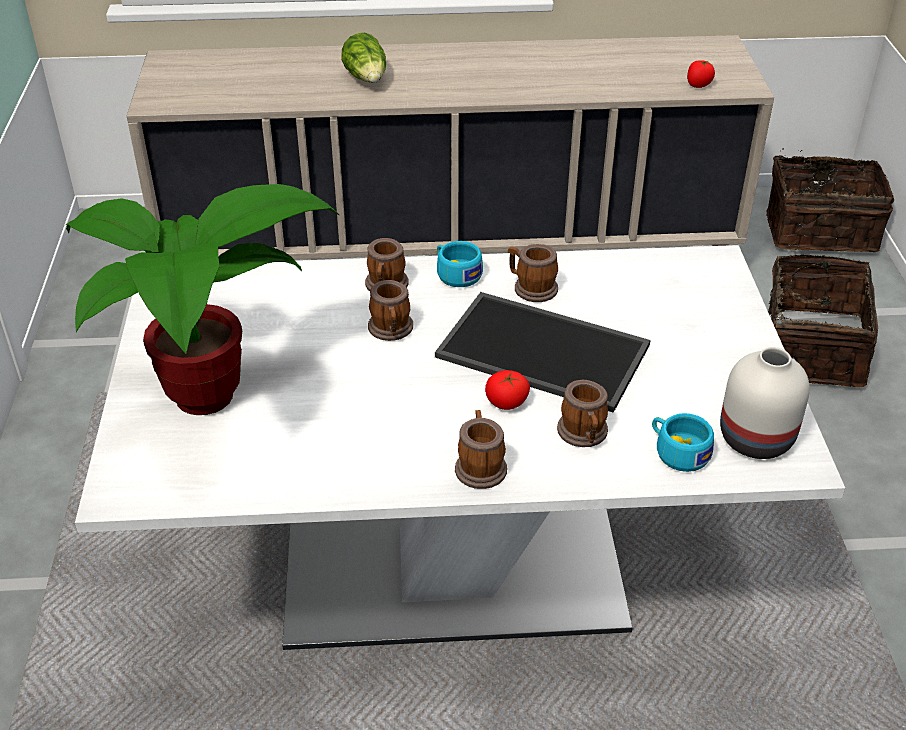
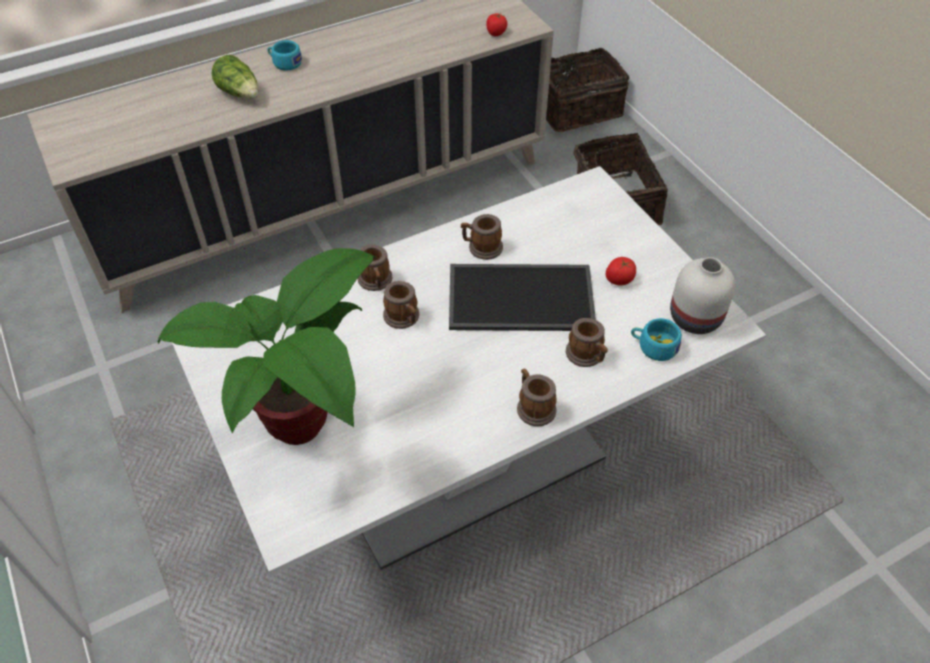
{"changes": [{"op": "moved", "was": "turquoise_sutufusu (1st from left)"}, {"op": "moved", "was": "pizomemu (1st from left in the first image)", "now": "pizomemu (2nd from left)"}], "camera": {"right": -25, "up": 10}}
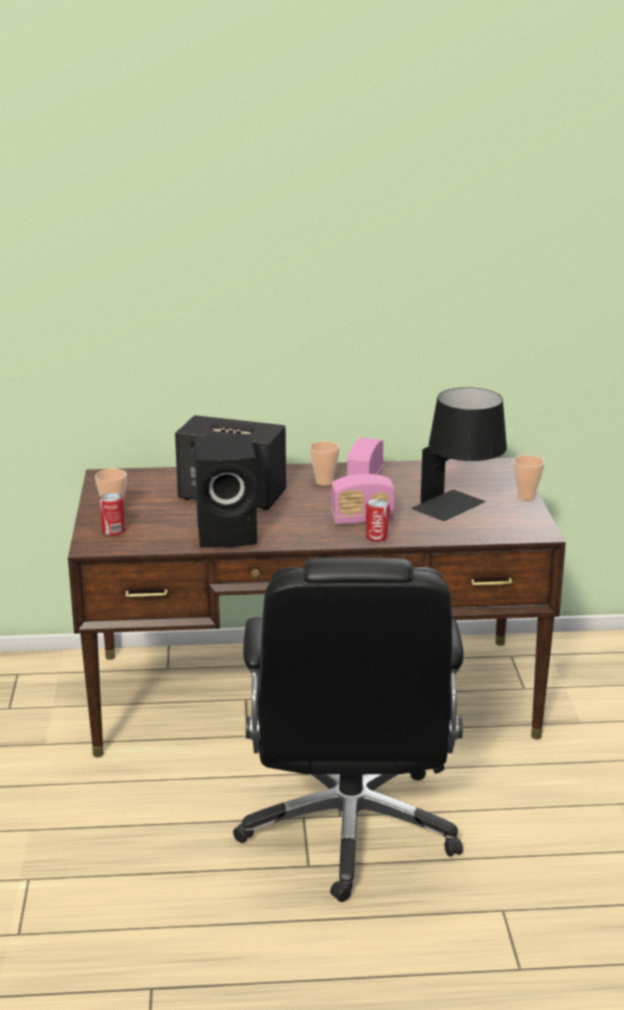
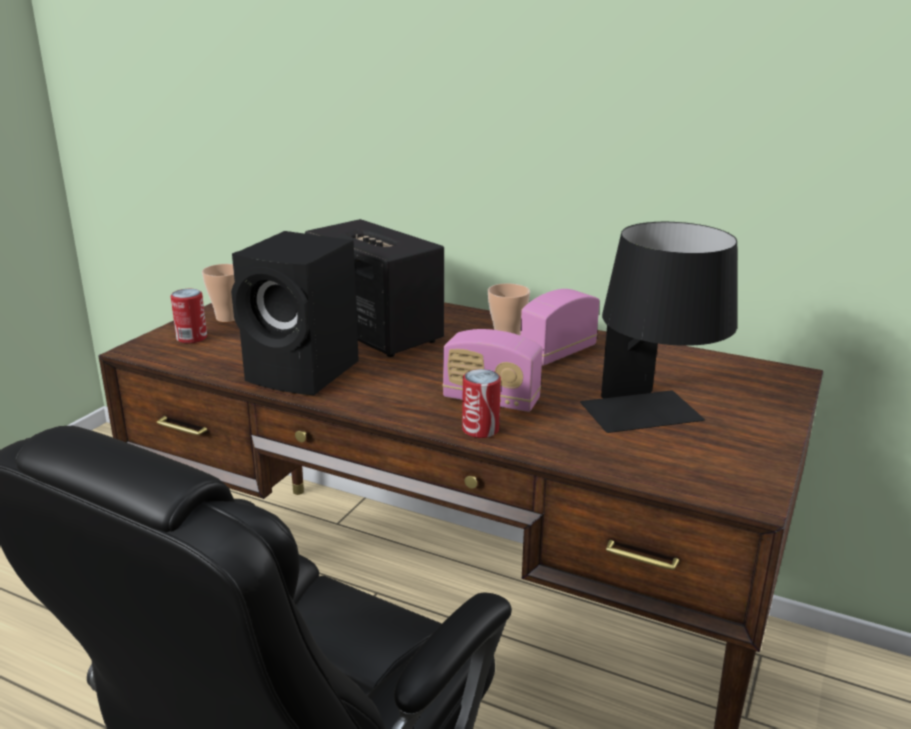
{"changes": [{"op": "removed", "was": "sutufusu (3rd from left)"}], "camera": {"right": 30, "up": 0}}
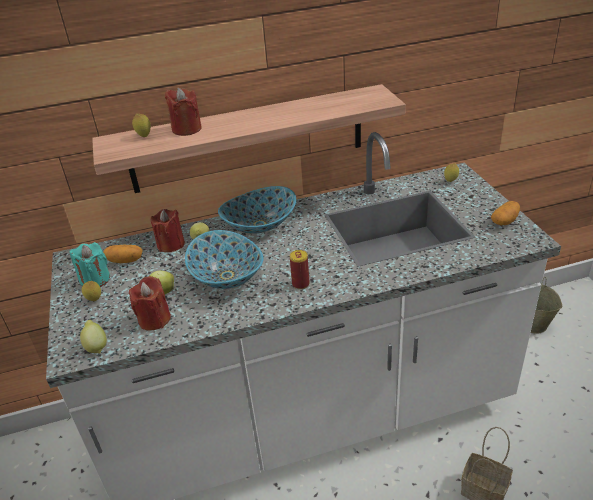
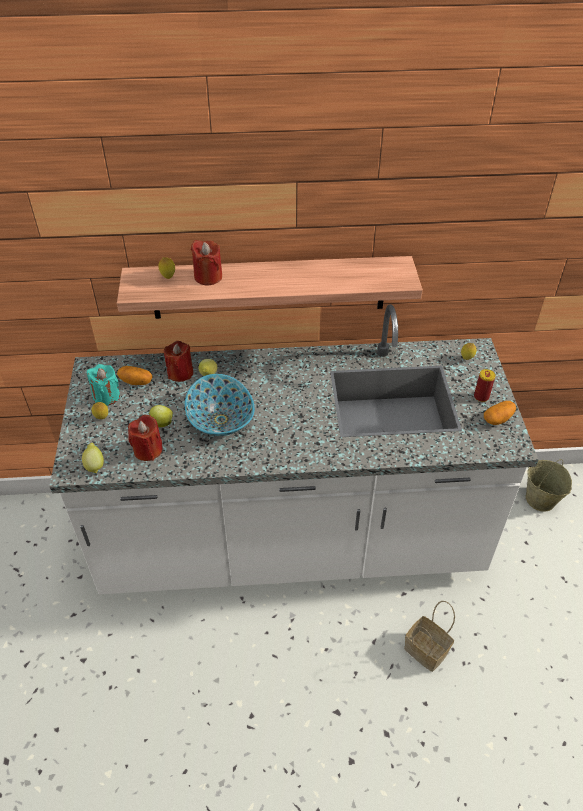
{"changes": [{"op": "moved", "was": "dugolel"}, {"op": "removed", "was": "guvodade (2nd from left)"}], "camera": {"right": 10, "up": 10}}
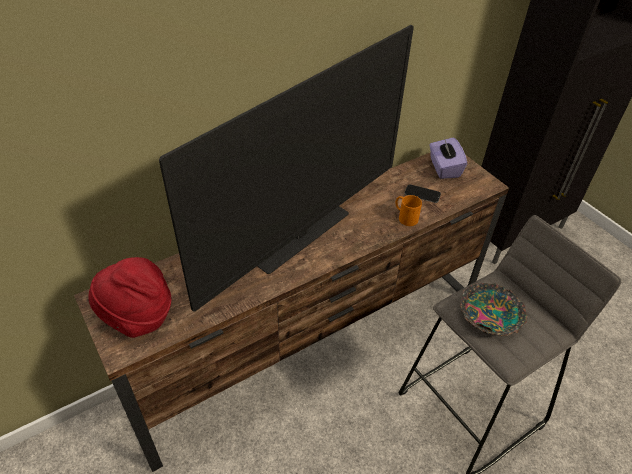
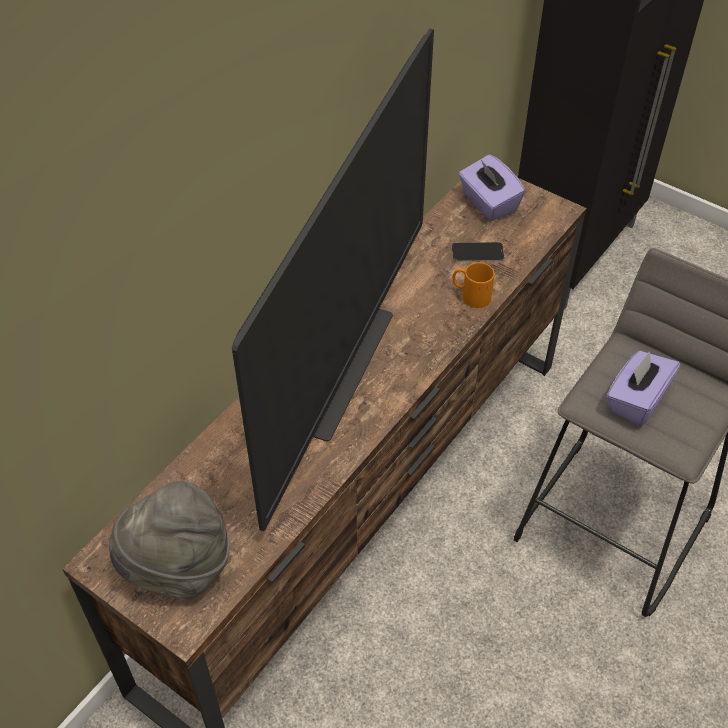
{"changes": [{"op": "recoloured", "was": "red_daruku", "now": "grey_daruku"}, {"op": "replaced", "was": "guvodade", "now": "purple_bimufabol (2nd from left)"}], "camera": {"right": -20, "up": 5}}
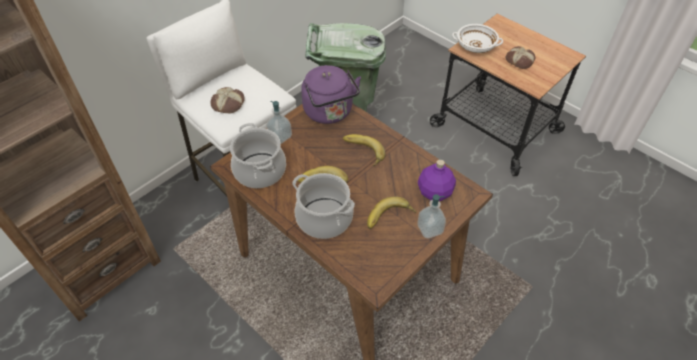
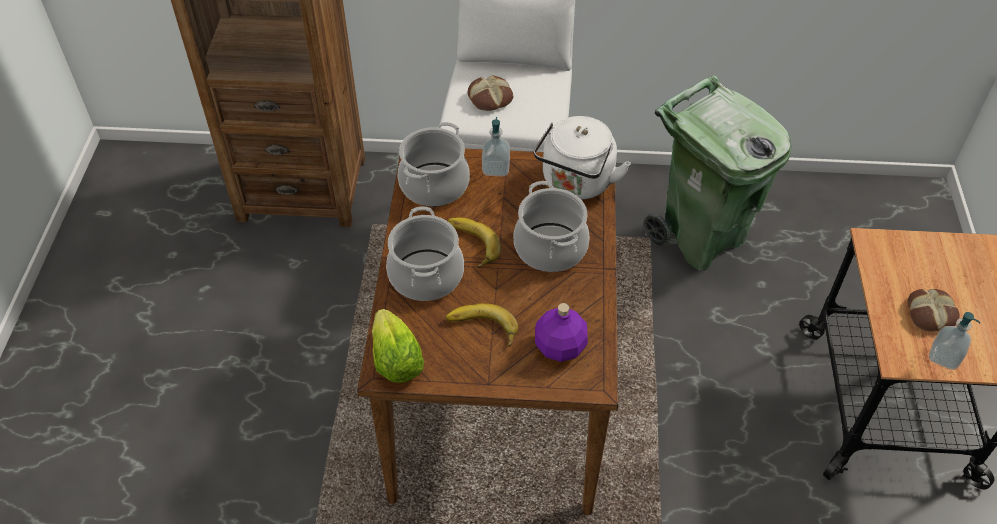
{"changes": [{"op": "added", "now": "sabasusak"}, {"op": "replaced", "was": "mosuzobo (2nd from left)", "now": "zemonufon (3rd from left)"}, {"op": "recoloured", "was": "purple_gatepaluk", "now": "white_gatepaluk"}, {"op": "moved", "was": "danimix (2nd from left)"}, {"op": "removed", "was": "white_guvodade"}], "camera": {"right": 50, "up": 0}}
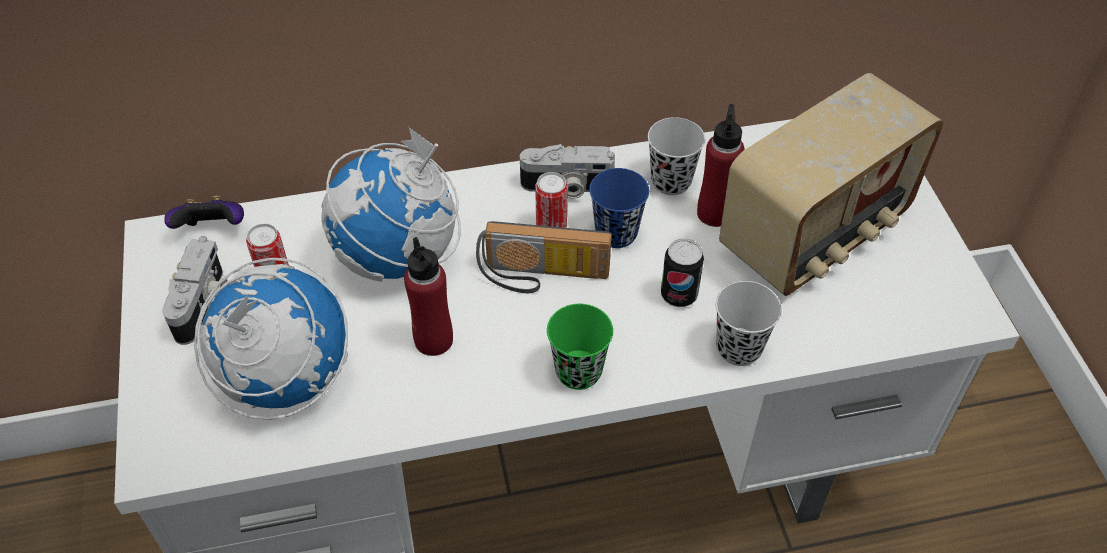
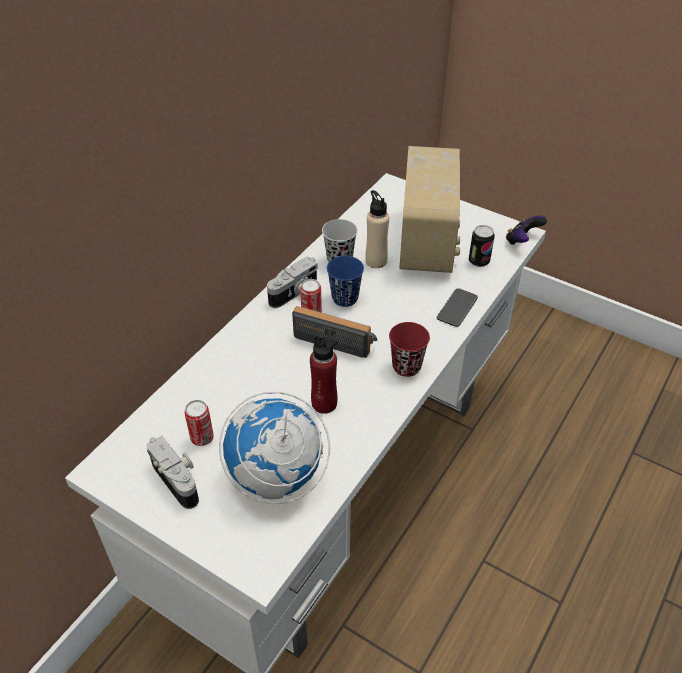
{"changes": [{"op": "turned", "was": "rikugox (1st from left)", "clockwise": -120}, {"op": "recoloured", "was": "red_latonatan (2nd from left)", "now": "beige_latonatan"}, {"op": "recoloured", "was": "green_sutufusu", "now": "red_sutufusu"}, {"op": "replaced", "was": "black_sutufusu (2nd from left)", "now": "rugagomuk"}, {"op": "moved", "was": "dugolel (3rd from left)"}, {"op": "moved", "was": "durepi"}, {"op": "removed", "was": "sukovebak (2nd from left)"}], "camera": {"right": -45, "up": -5}}
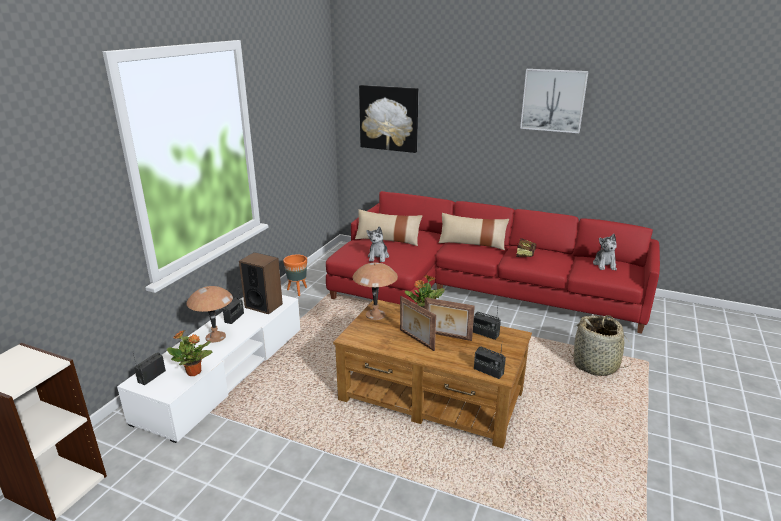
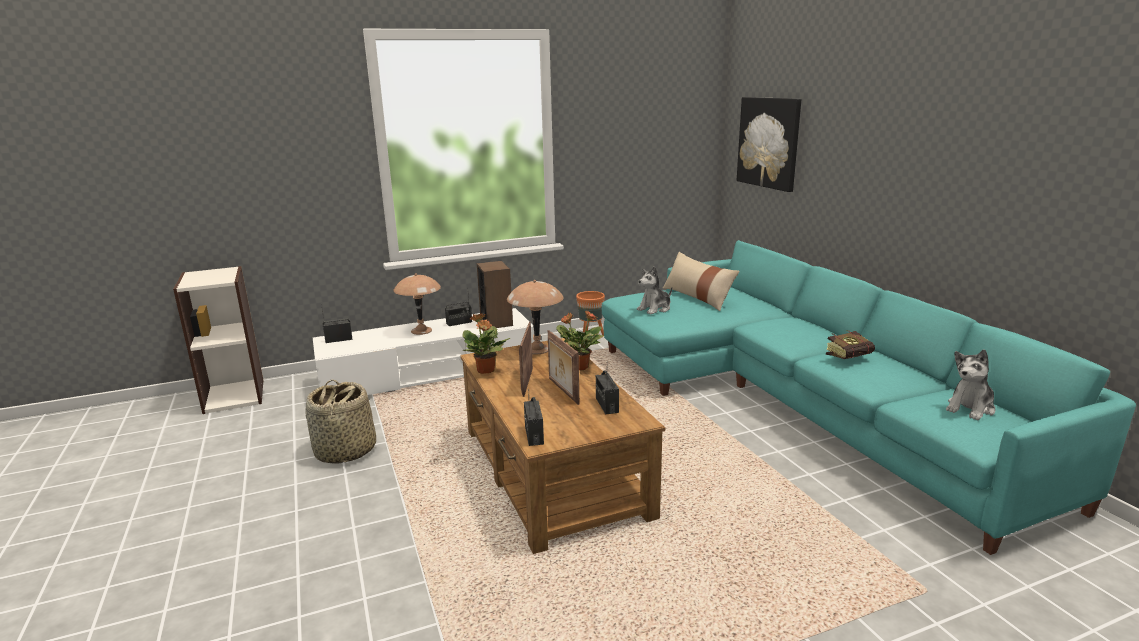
{"changes": [{"op": "moved", "was": "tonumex"}, {"op": "moved", "was": "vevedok (1st from left)"}, {"op": "recoloured", "was": "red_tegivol", "now": "turquoise_tegivol"}, {"op": "removed", "was": "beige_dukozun (2nd from left)"}, {"op": "removed", "was": "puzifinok (2nd from left)"}], "camera": {"right": 45, "up": -5}}
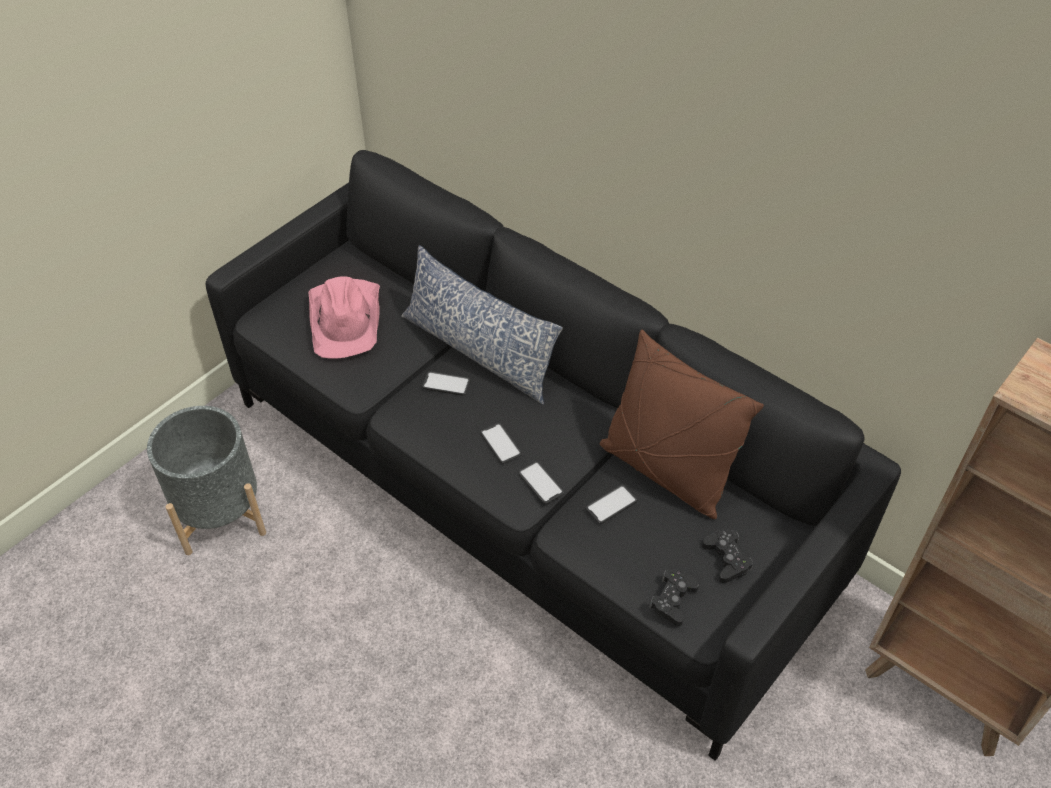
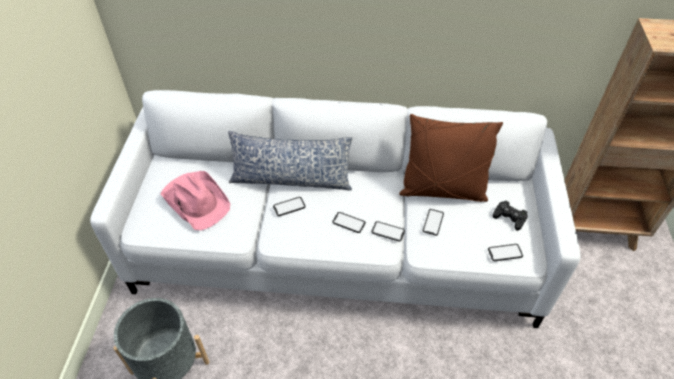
{"changes": [{"op": "recoloured", "was": "black_tegivol", "now": "white_tegivol"}, {"op": "replaced", "was": "black_durepi (1st from left)", "now": "rugagomuk (5th from left)"}], "camera": {"right": -35, "up": 0}}
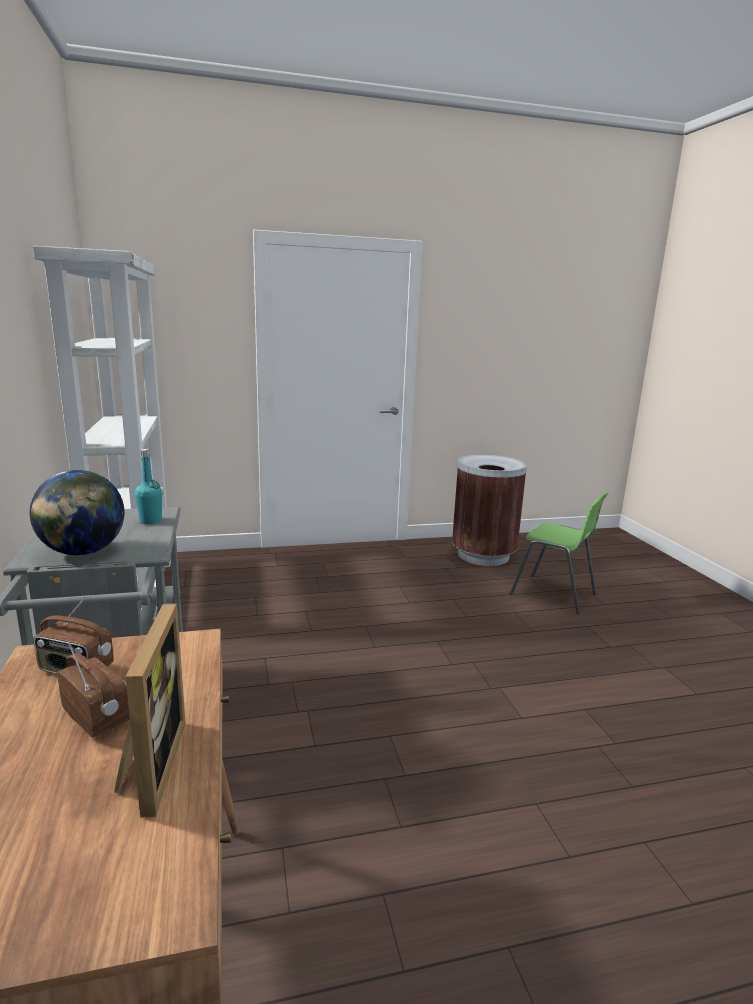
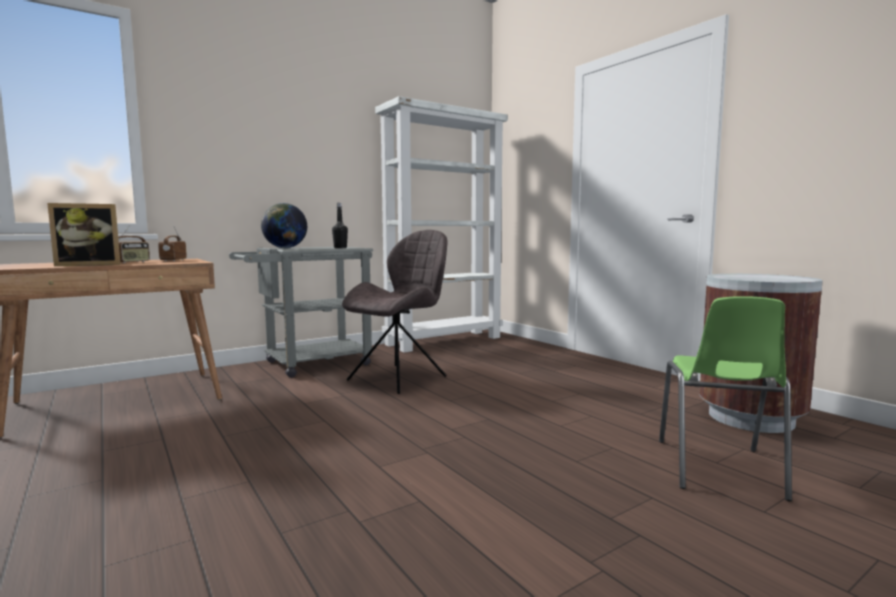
{"changes": [{"op": "recoloured", "was": "turquoise_latonatan", "now": "black_latonatan"}, {"op": "added", "now": "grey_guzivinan"}], "camera": {"right": 70, "up": -10}}
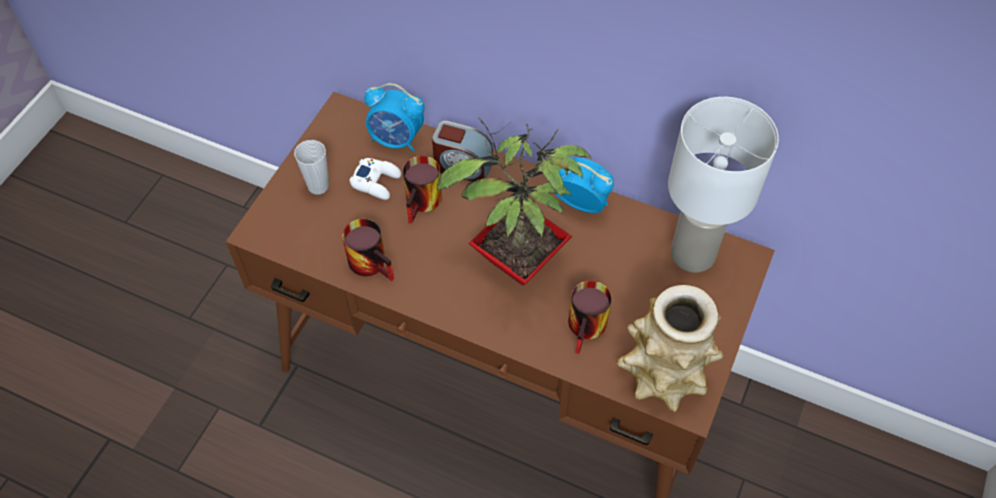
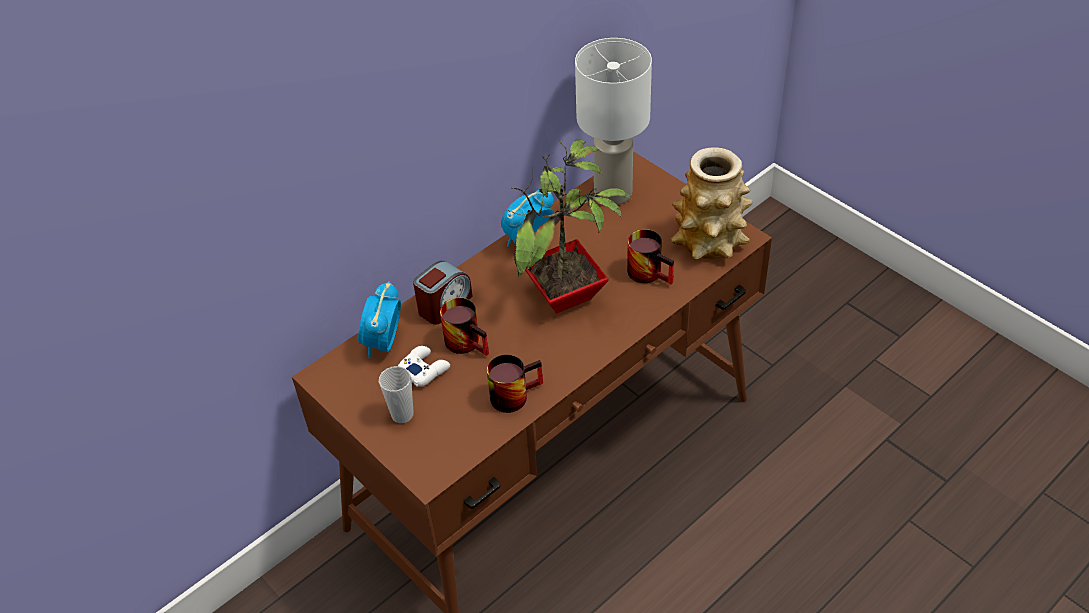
{"changes": [{"op": "turned", "was": "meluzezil (1st from left)", "clockwise": 150}], "camera": {"right": -65, "up": -10}}
